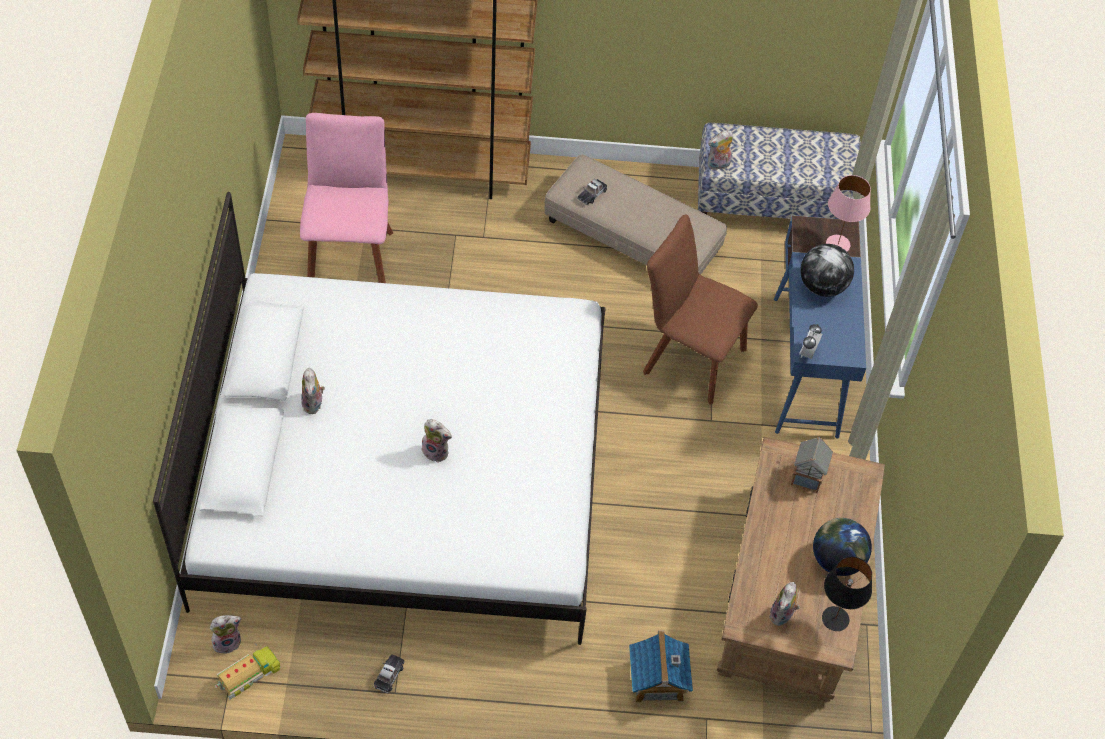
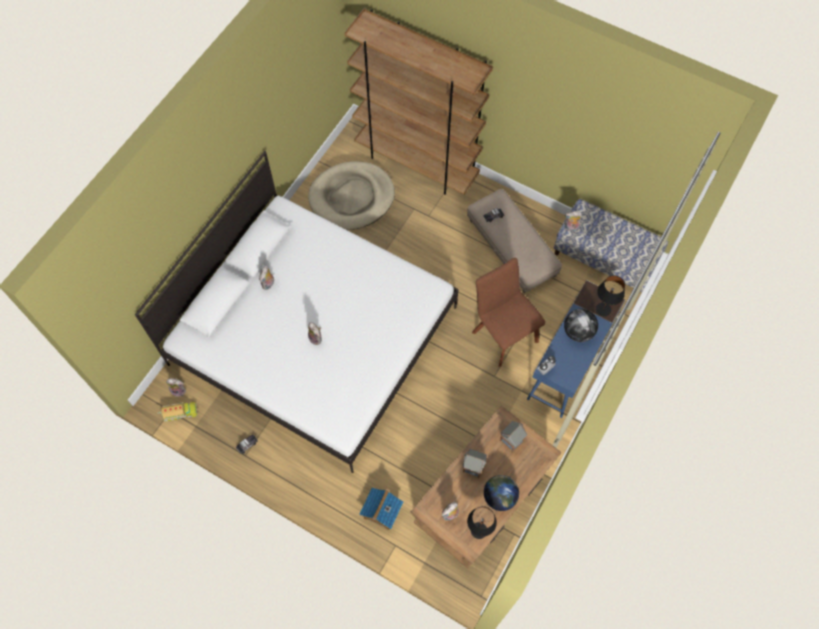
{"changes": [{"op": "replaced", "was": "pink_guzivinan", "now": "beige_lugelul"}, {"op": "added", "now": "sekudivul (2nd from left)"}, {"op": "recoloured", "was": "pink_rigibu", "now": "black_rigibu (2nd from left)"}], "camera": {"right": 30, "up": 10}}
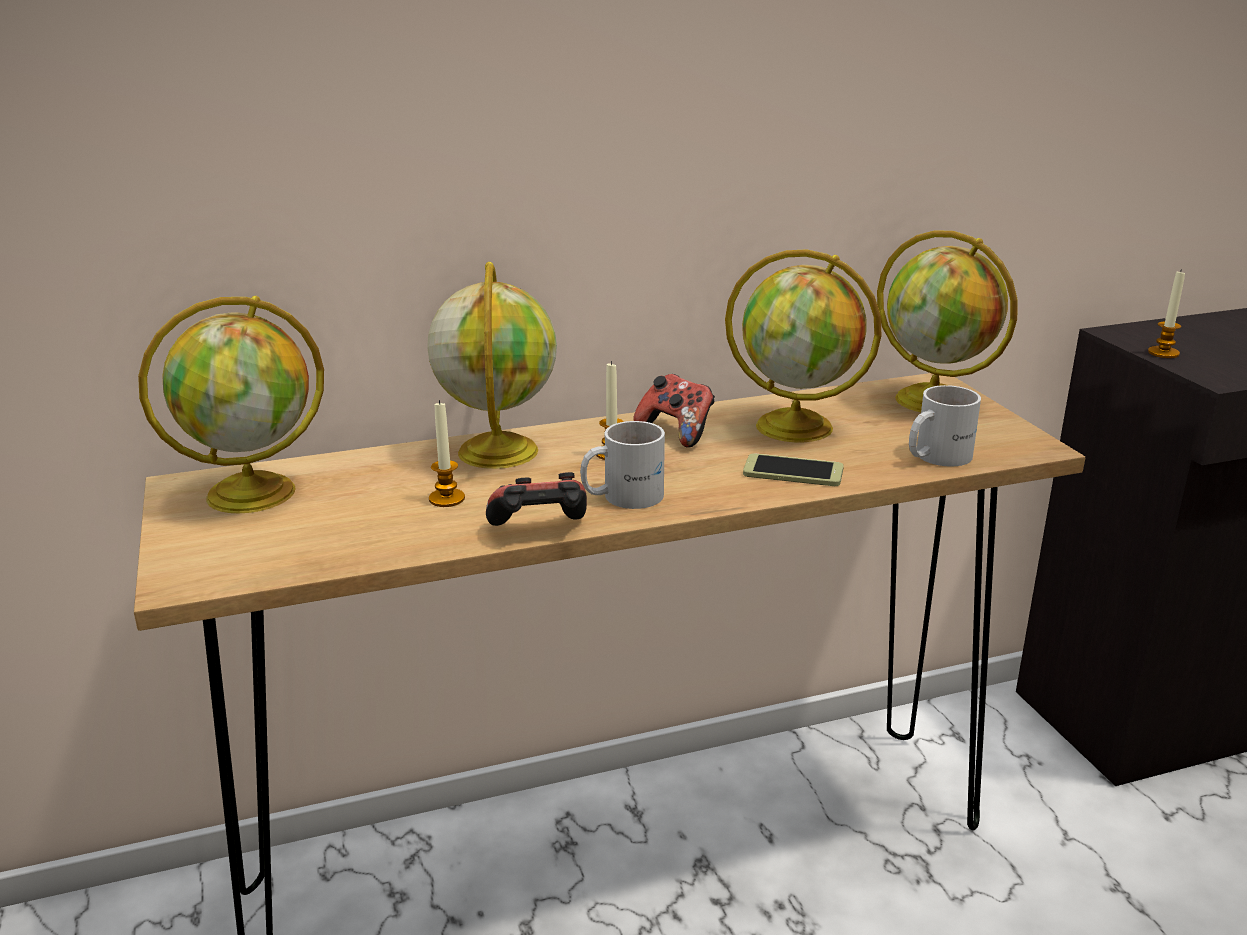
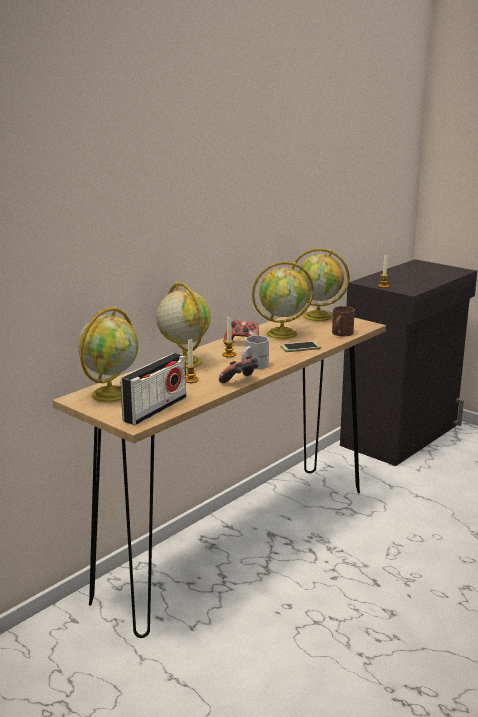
{"changes": [{"op": "added", "now": "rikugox"}, {"op": "recoloured", "was": "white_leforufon (2nd from left)", "now": "brown_leforufon"}], "camera": {"right": -30, "up": -5}}
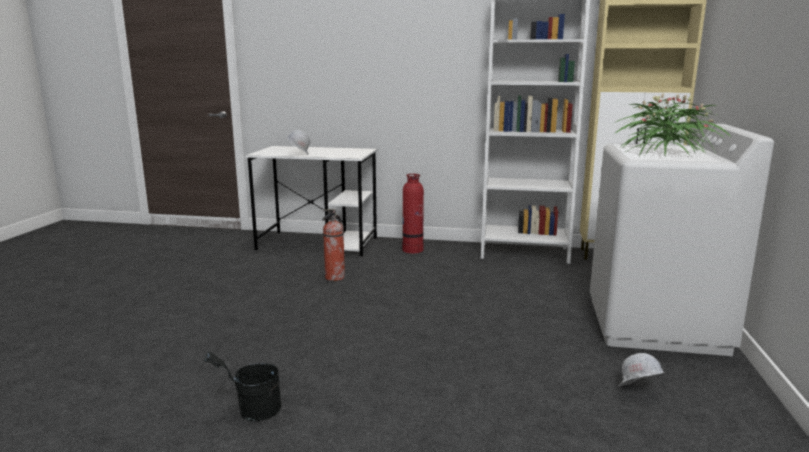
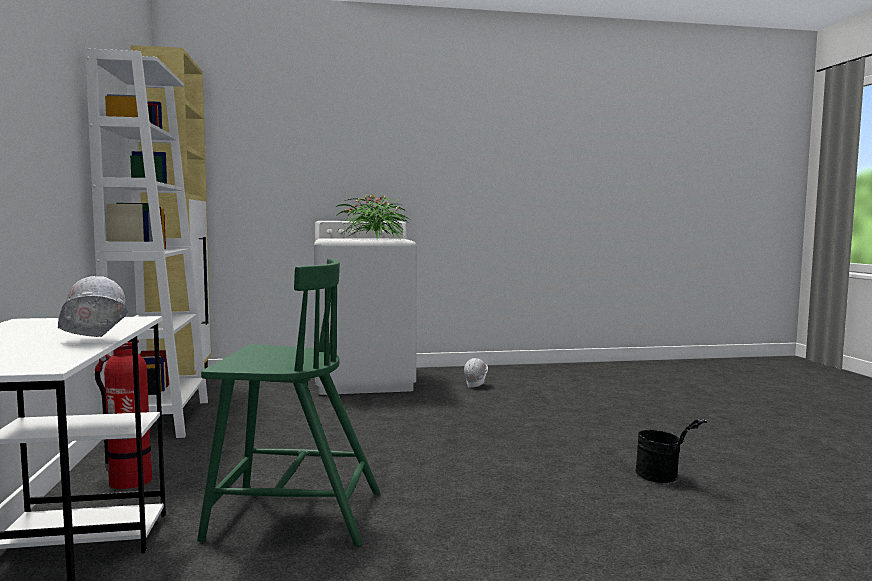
{"changes": [{"op": "replaced", "was": "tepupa (1st from left)", "now": "green_guzivinan"}], "camera": {"right": -110, "up": -10}}
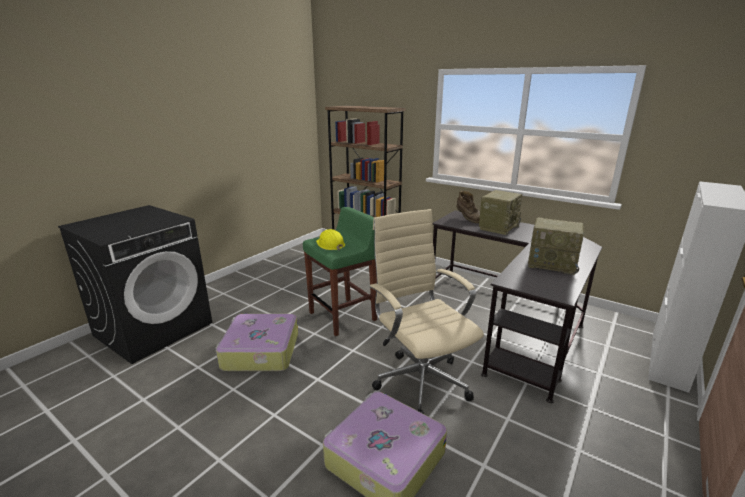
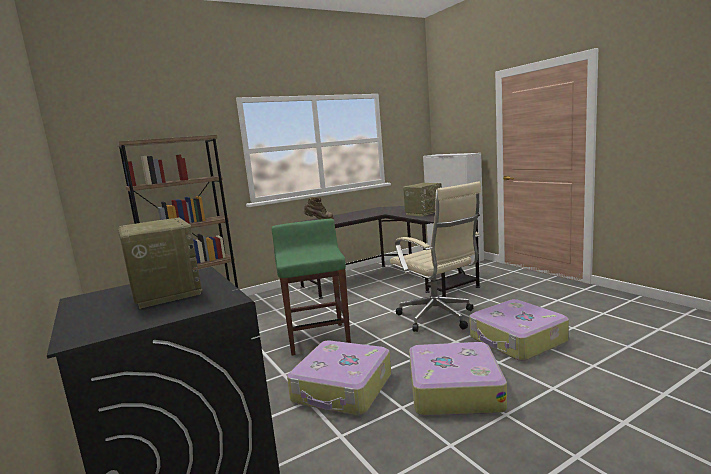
{"changes": [{"op": "moved", "was": "rikugox (1st from left)"}, {"op": "turned", "was": "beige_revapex", "clockwise": -120}, {"op": "added", "now": "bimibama (2nd from left)"}, {"op": "removed", "was": "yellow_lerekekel"}], "camera": {"right": -65, "up": -10}}
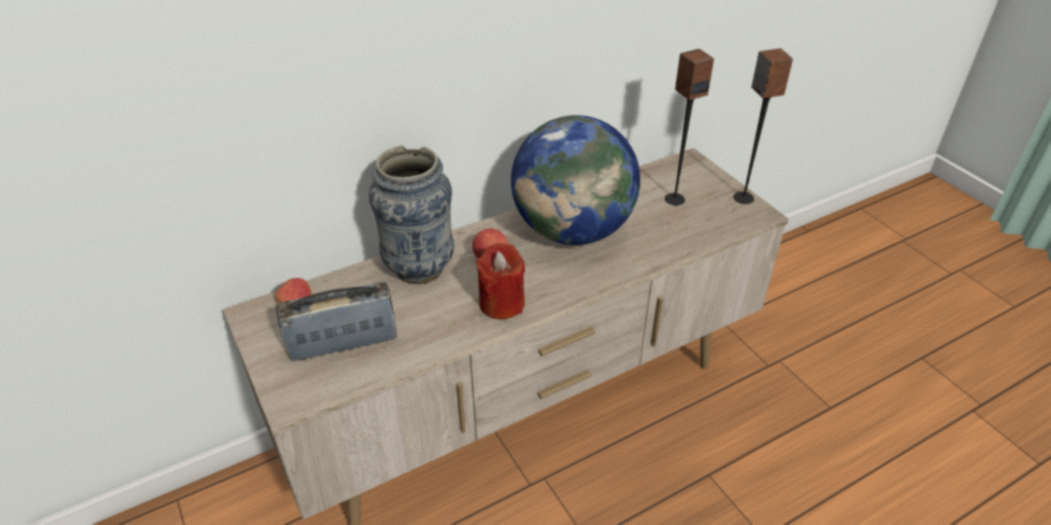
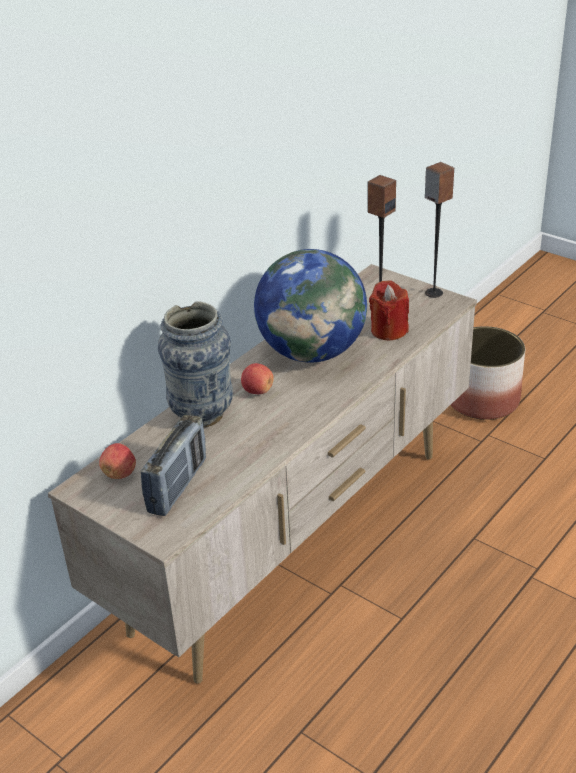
{"changes": [{"op": "turned", "was": "rikugox", "clockwise": 150}, {"op": "moved", "was": "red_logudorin"}, {"op": "added", "now": "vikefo"}], "camera": {"right": -20, "up": -5}}
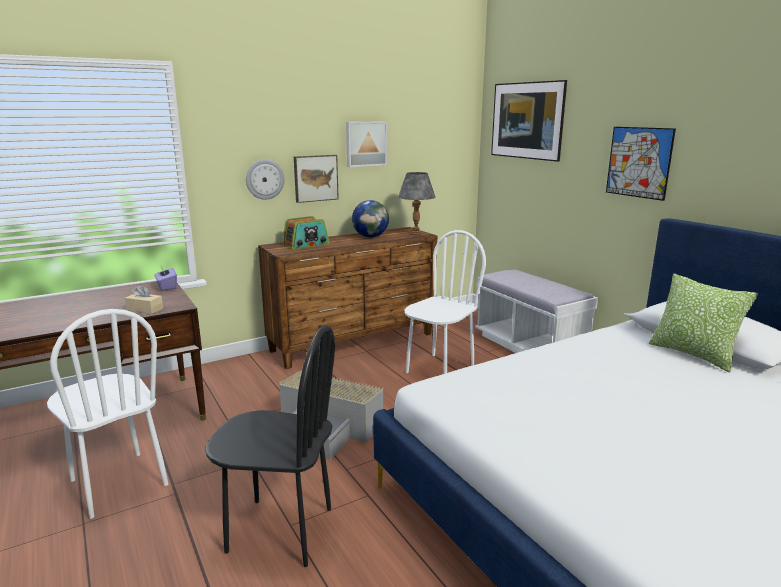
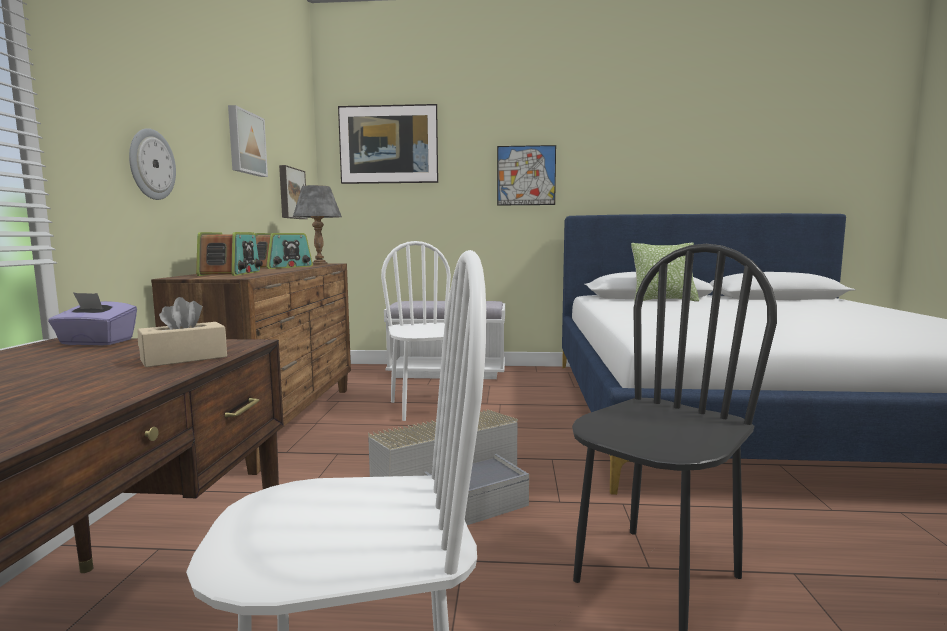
{"changes": [{"op": "replaced", "was": "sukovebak", "now": "rikugox (2nd from left)"}, {"op": "moved", "was": "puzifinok (1st from left in the first image)", "now": "puzifinok (2nd from left)"}], "camera": {"right": -55, "up": -10}}
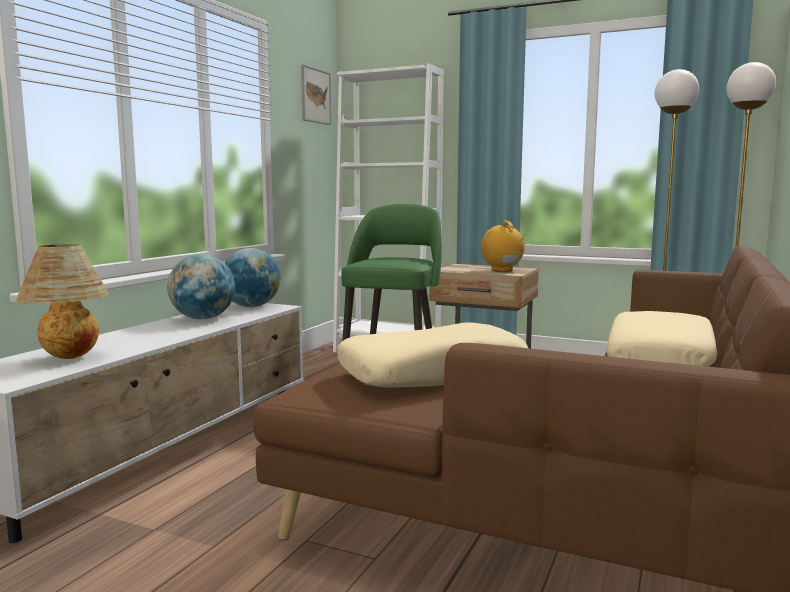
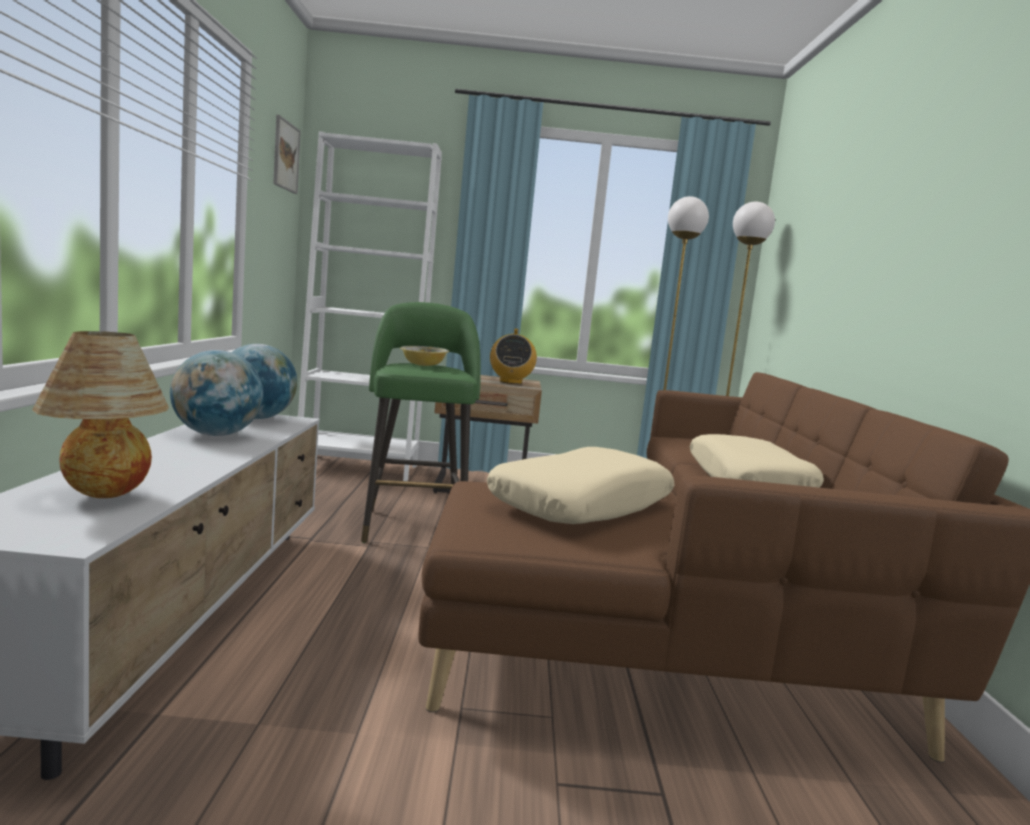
{"changes": [{"op": "added", "now": "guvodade"}, {"op": "turned", "was": "rikugox", "clockwise": -135}], "camera": {"right": -25, "up": 0}}
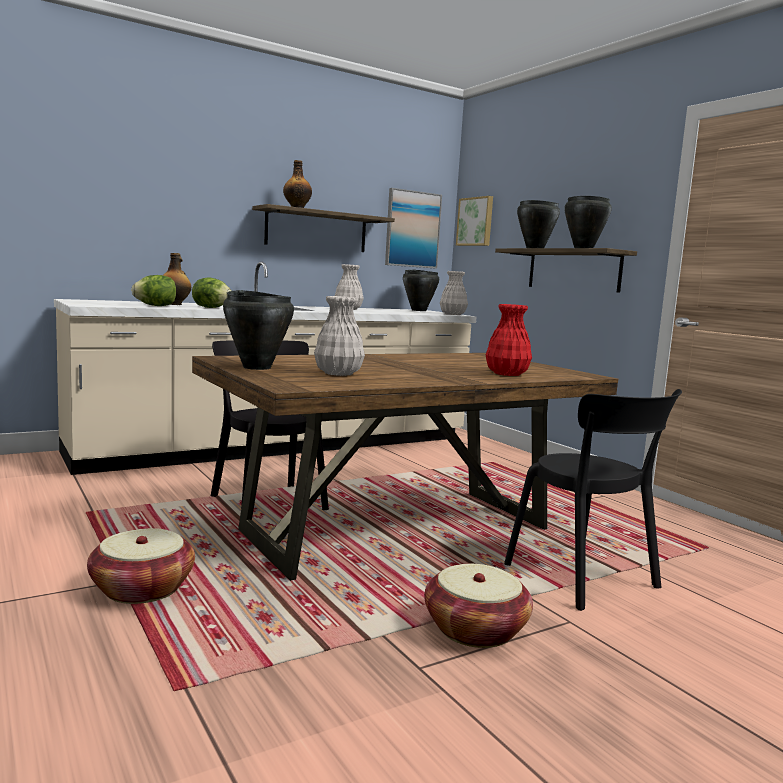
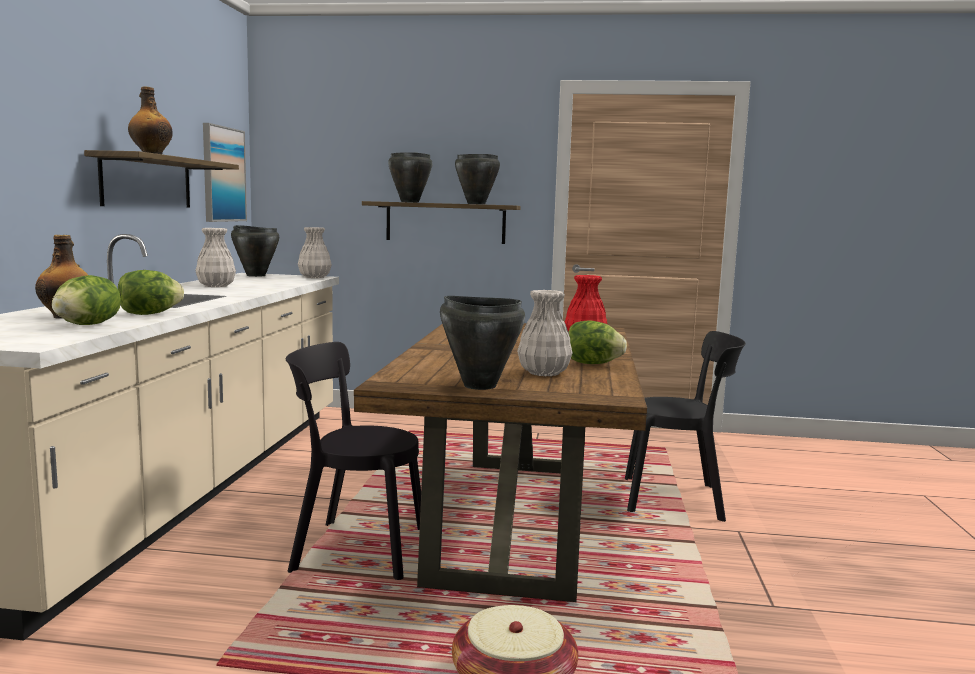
{"changes": [{"op": "added", "now": "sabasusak (3rd from left)"}, {"op": "removed", "was": "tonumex (2nd from left)"}, {"op": "removed", "was": "puzifinok (2nd from left)"}], "camera": {"right": -50, "up": 0}}
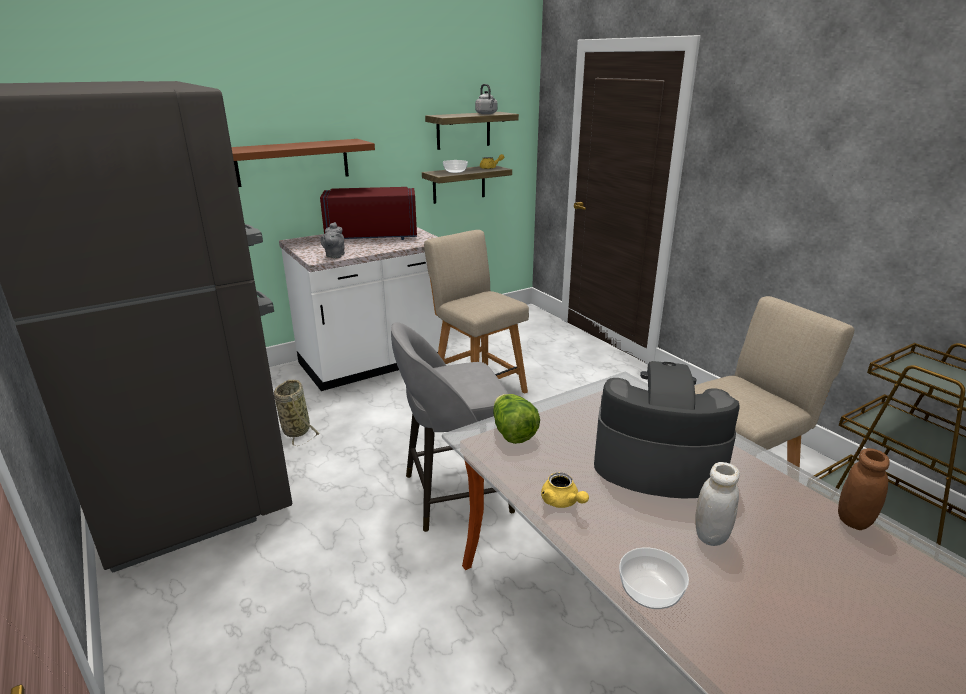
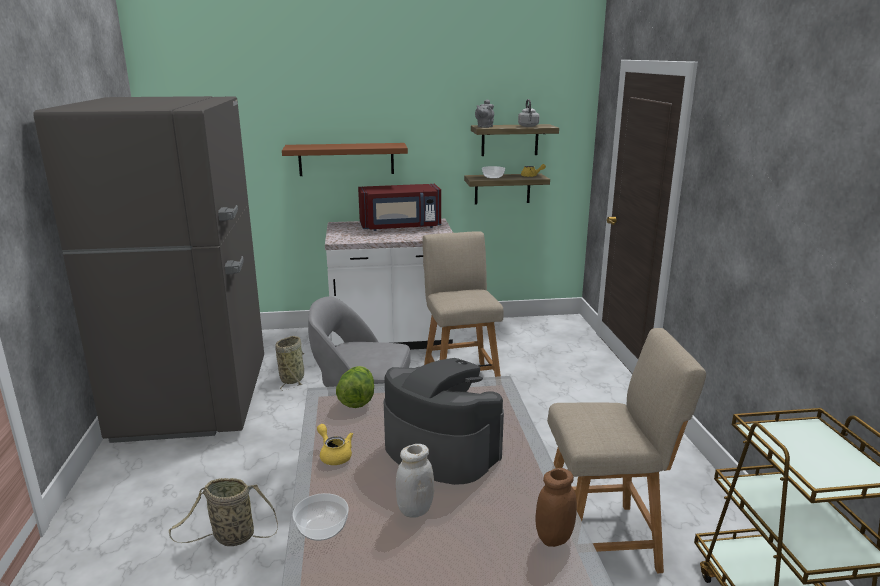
{"changes": [{"op": "added", "now": "tonumex (1st from left)"}, {"op": "turned", "was": "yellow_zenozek (2nd from left in the first image)", "clockwise": 150}, {"op": "turned", "was": "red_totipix", "clockwise": 150}, {"op": "moved", "was": "grey_zenozek"}], "camera": {"right": 25, "up": -5}}
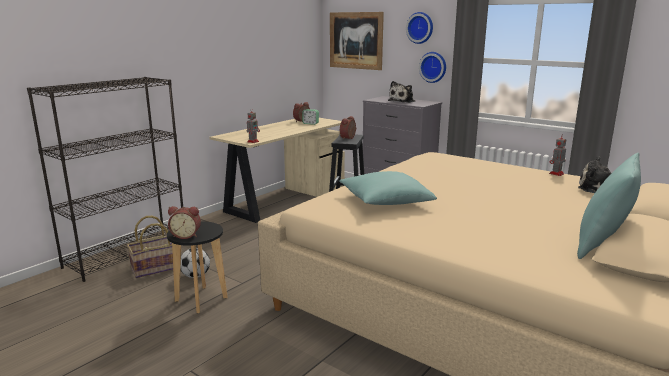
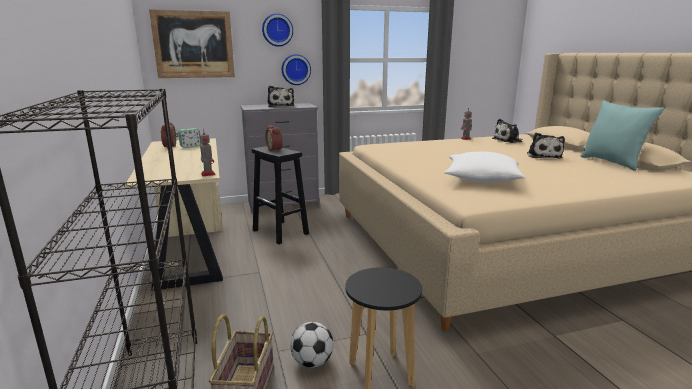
{"changes": [{"op": "recoloured", "was": "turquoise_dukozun (1st from left)", "now": "white_dukozun"}, {"op": "added", "now": "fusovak (3rd from left)"}, {"op": "removed", "was": "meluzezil (1st from left)"}], "camera": {"right": -55, "up": 0}}
